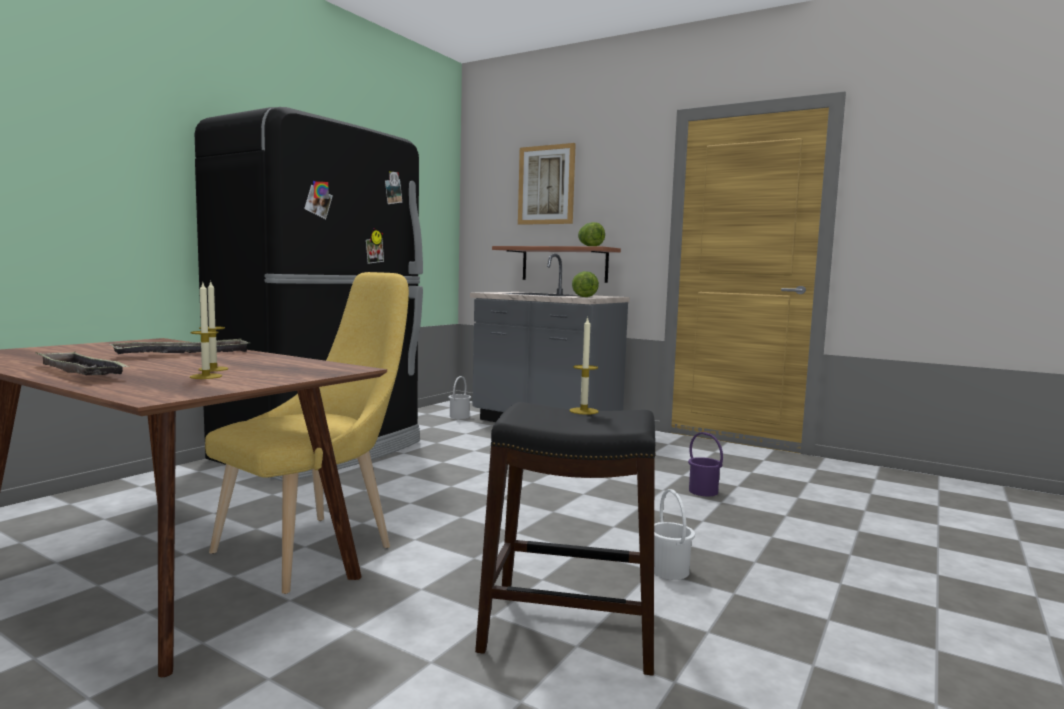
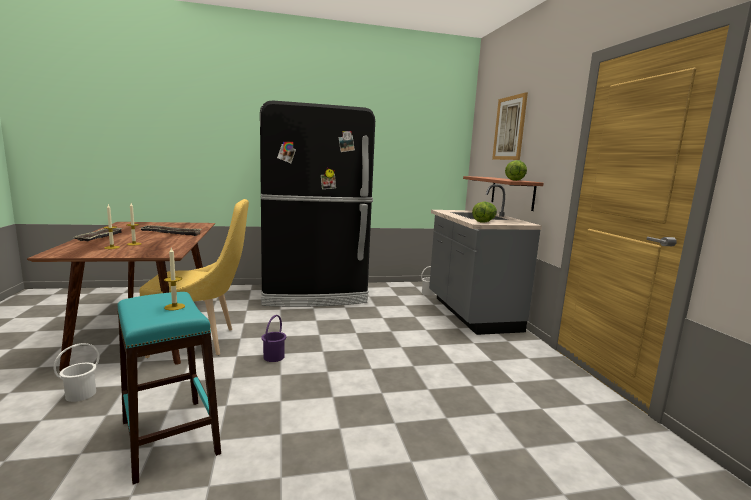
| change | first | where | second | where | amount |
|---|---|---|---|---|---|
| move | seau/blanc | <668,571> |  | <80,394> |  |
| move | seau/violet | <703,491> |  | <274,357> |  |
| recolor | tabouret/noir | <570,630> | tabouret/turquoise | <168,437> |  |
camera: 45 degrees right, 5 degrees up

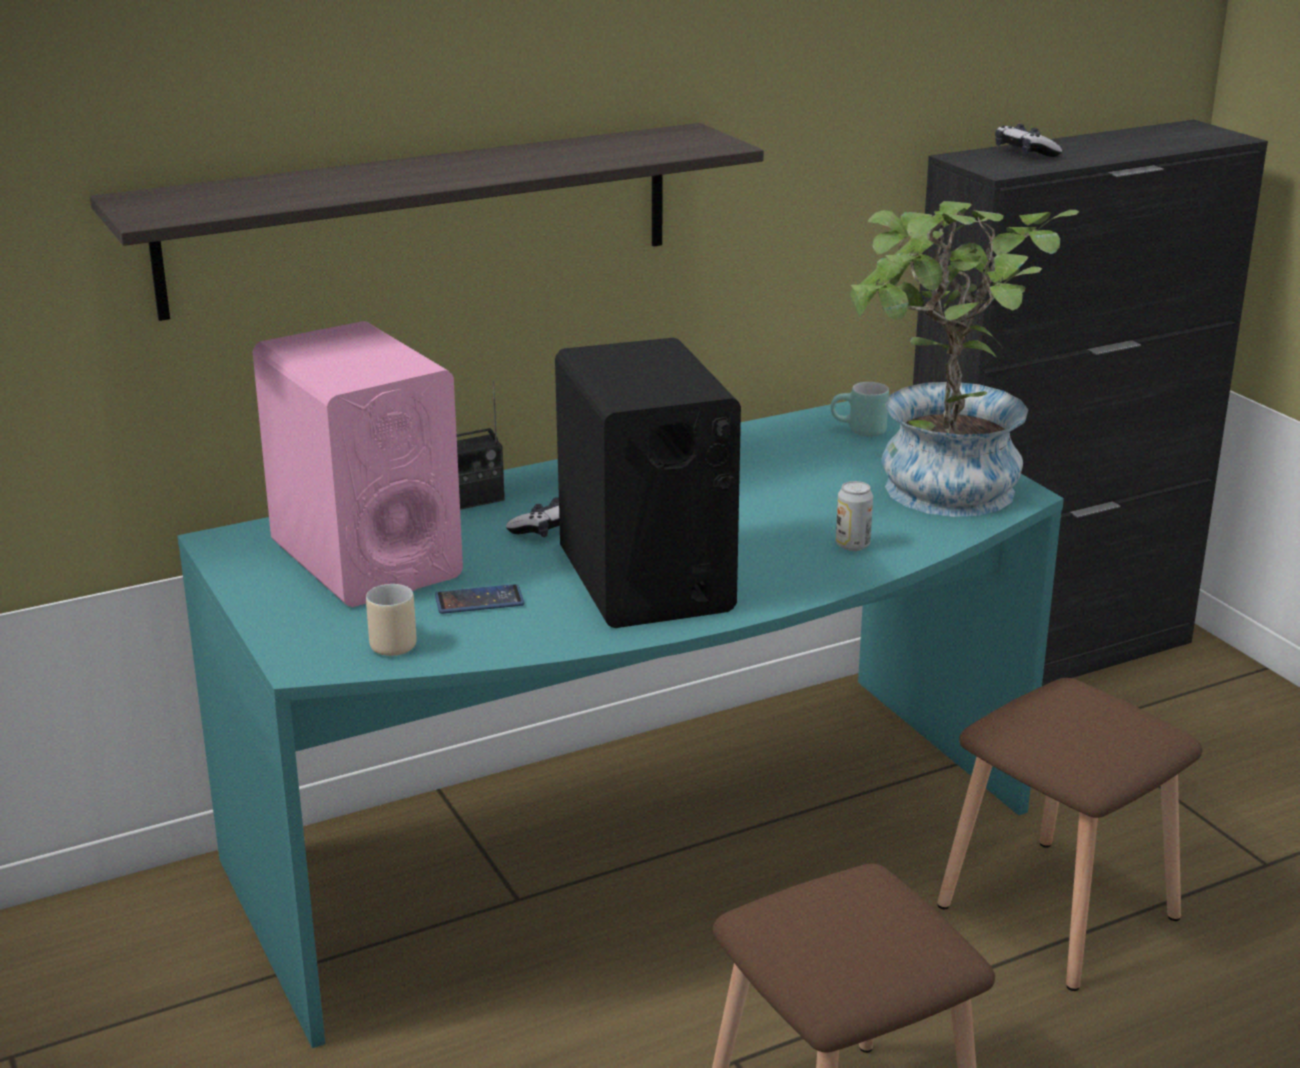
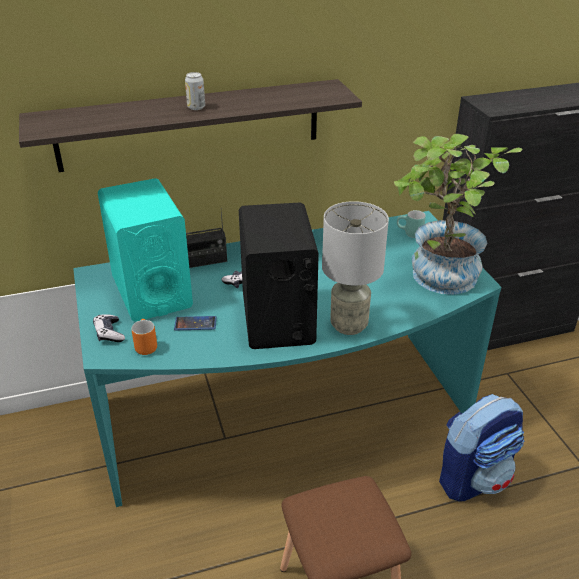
| change | first | where | second | where | amount |
|---|---|---|---|---|---|
| insert |  |  | lampe de table/gris | <348,326> |  |
| move | boîte métallique | <852,545> |  | <196,107> |  |
| move | manette | <1025,153> |  | <109,333> |  |
| replace | tabouret/marron | <1058,909> | sac à dos | <474,478> |  |
| recolor | enceinte/rose | <365,559> | enceinte/turquoise | <151,291> |  |
| recolor | mug/beige | <387,642> | mug/orange | <144,345> |  |
camera: 10 degrees right, 10 degrees up

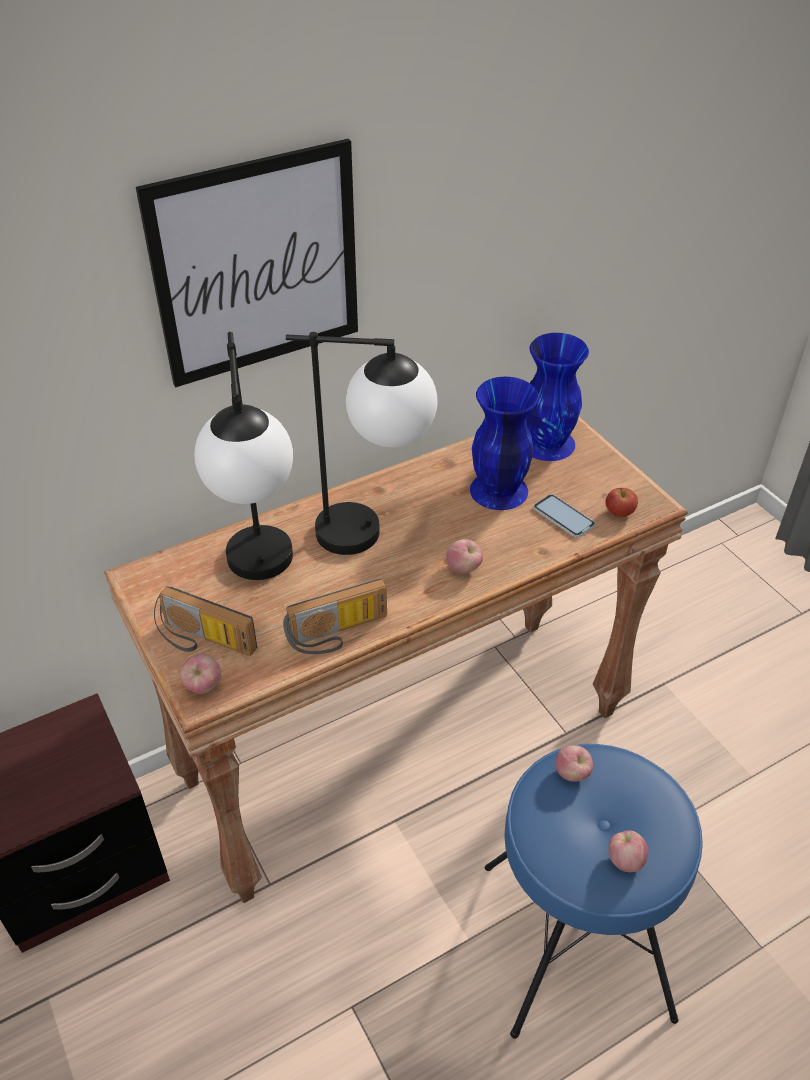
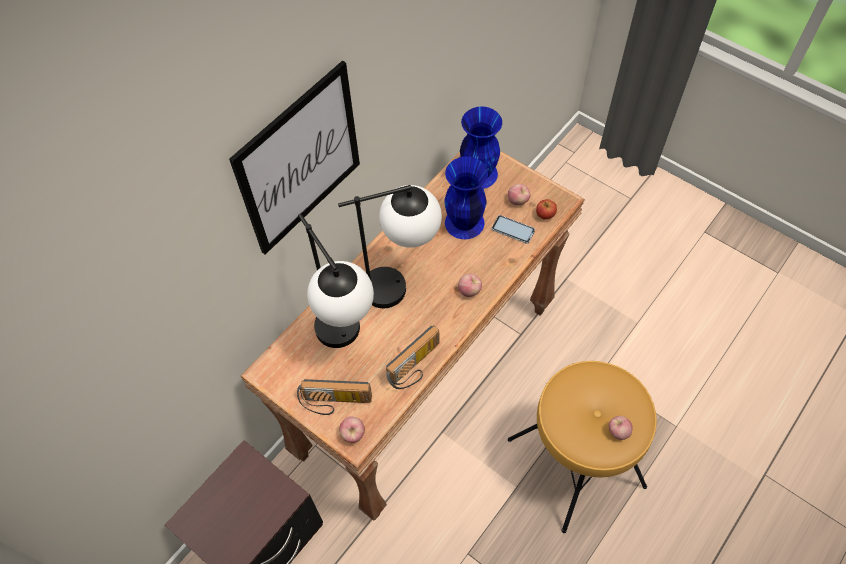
| change | first | where | second | where | amount |
|---|---|---|---|---|---|
| move | pomme | <572,773> |  | <518,201> |  |
| recolor | tabouret/bleu | <574,940> | tabouret/marron | <575,463> |  |
camera: 20 degrees left, 15 degrees up

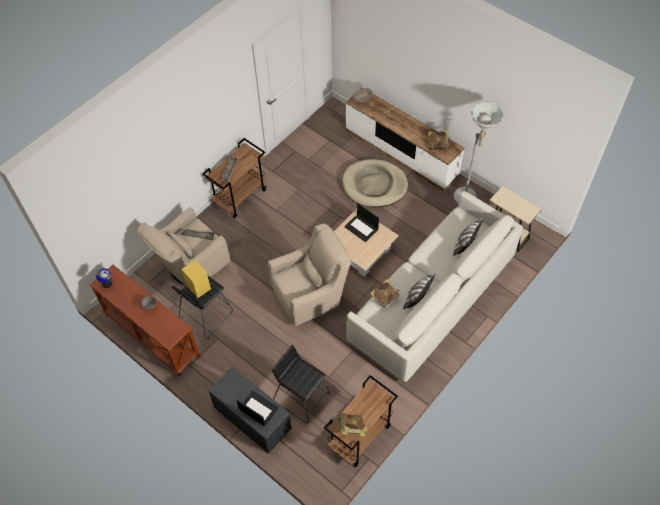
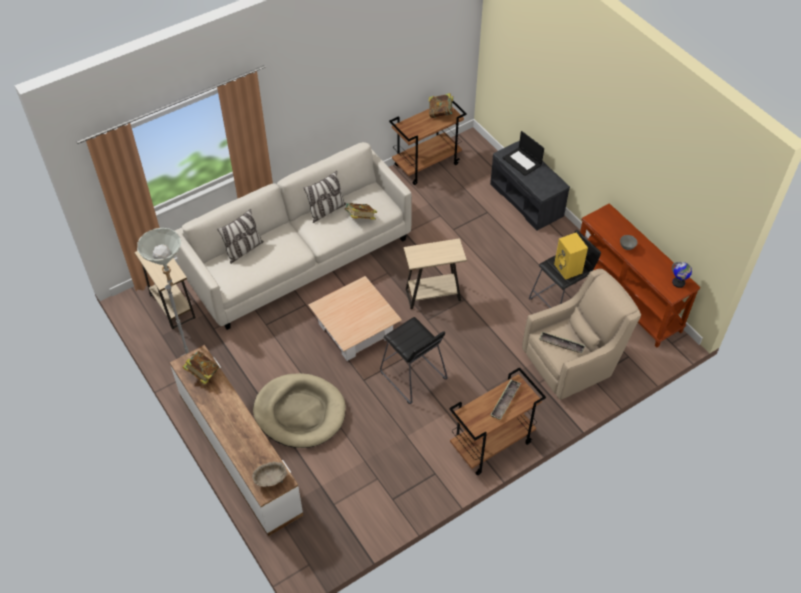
| change | first | where | second | where | amount |
|---|---|---|---|---|---|
| delete | ordinateur portable | <362,228> |  |  |  |
| move | tabouret/noir | <302,397> |  | <413,376> |  |
| replace | fauteuil/beige | <311,295> | table d'appoint/beige | <433,295> |  |
camera: 165 degrees left, 5 degrees down

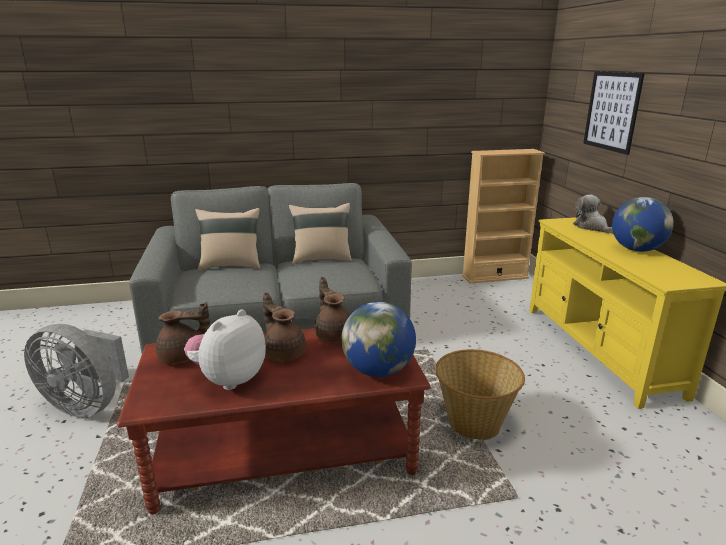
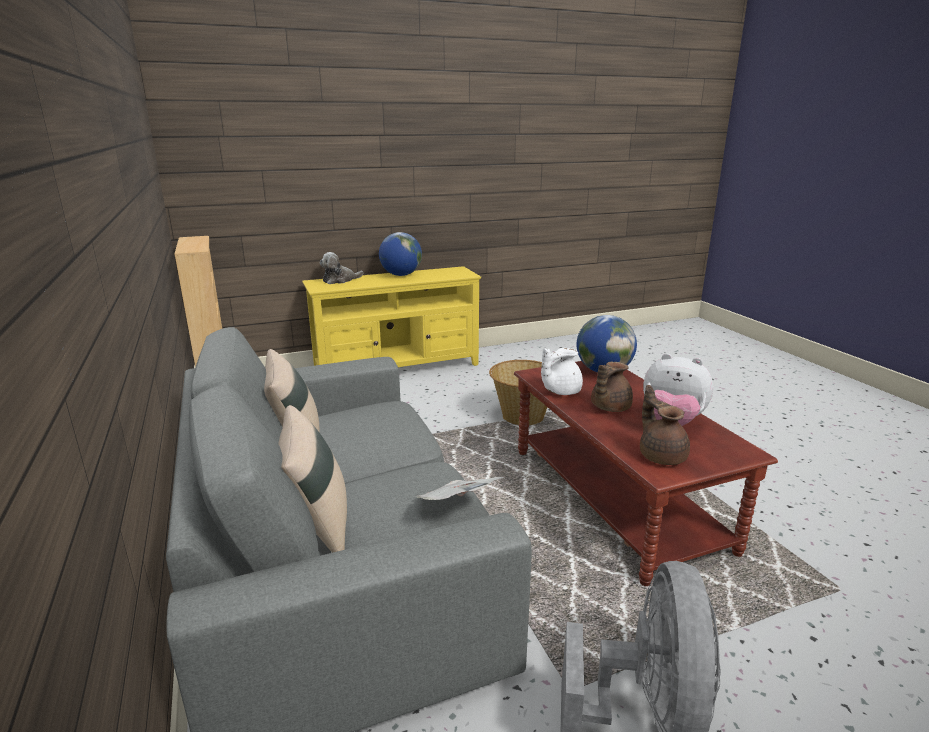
| change | first | where | second | where | amount |
|---|---|---|---|---|---|
| delete | tableau | <612,111> |  |  |  |
| insert |  |  | journal | <459,507> |  |
| recolor | théière/marron | <334,335> | théière/blanc | <560,391> |  |
camera: 100 degrees left, 0 degrees up

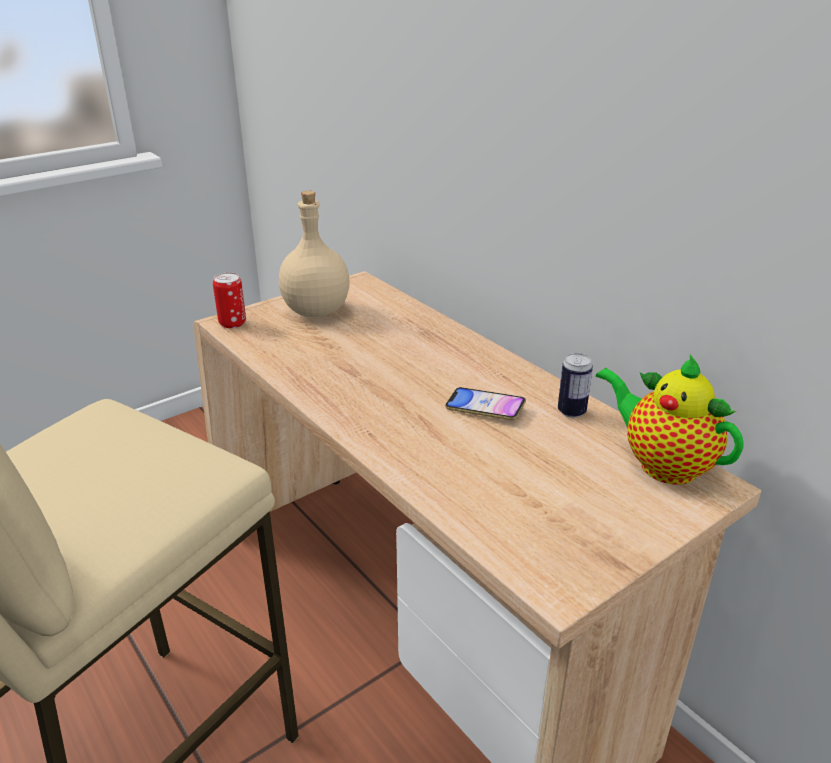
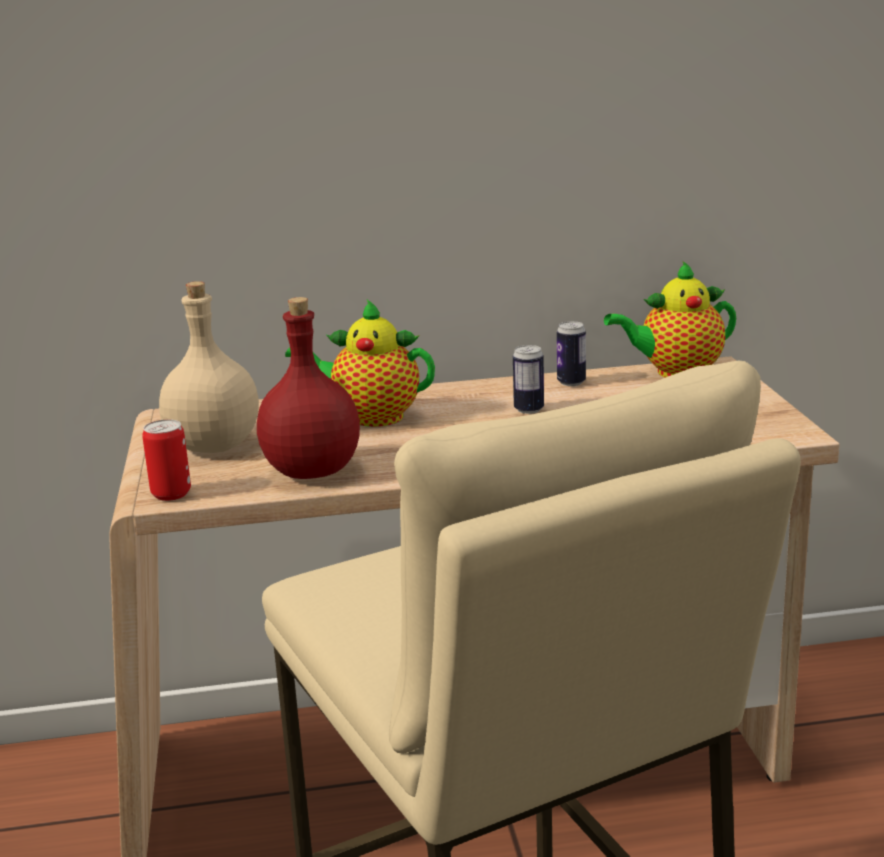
| change | first | where | second | where | amount |
|---|---|---|---|---|---|
| insert |  |  | bouteille/rouge | <314,471> |  |
| insert |  |  | théière | <370,417> |  |
| replace | téléphone | <485,408> | boîte métallique | <529,409> |  |
camera: 60 degrees left, 10 degrees down

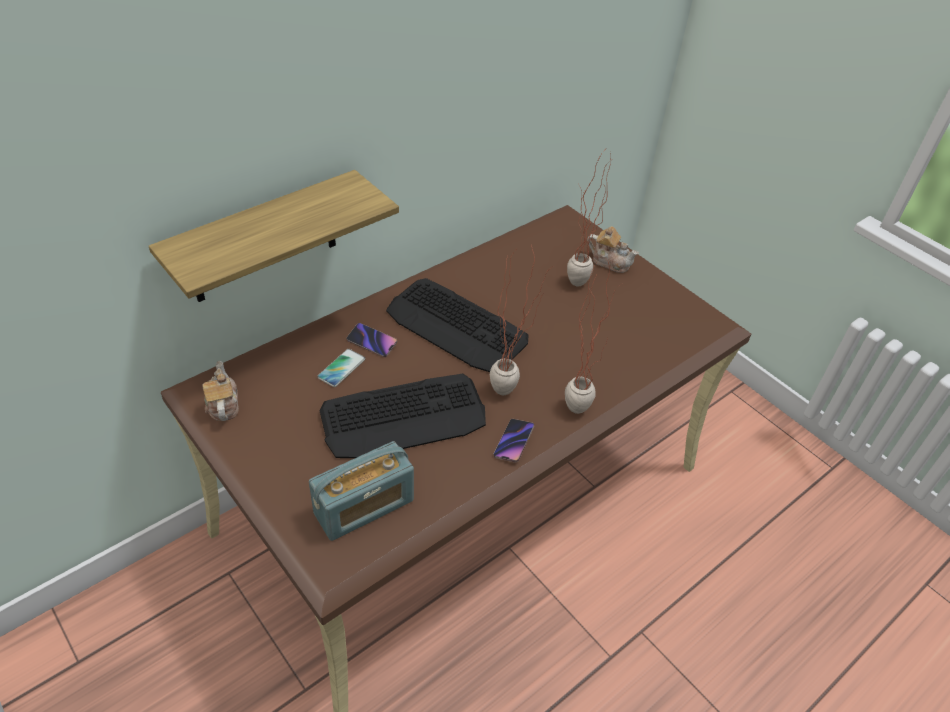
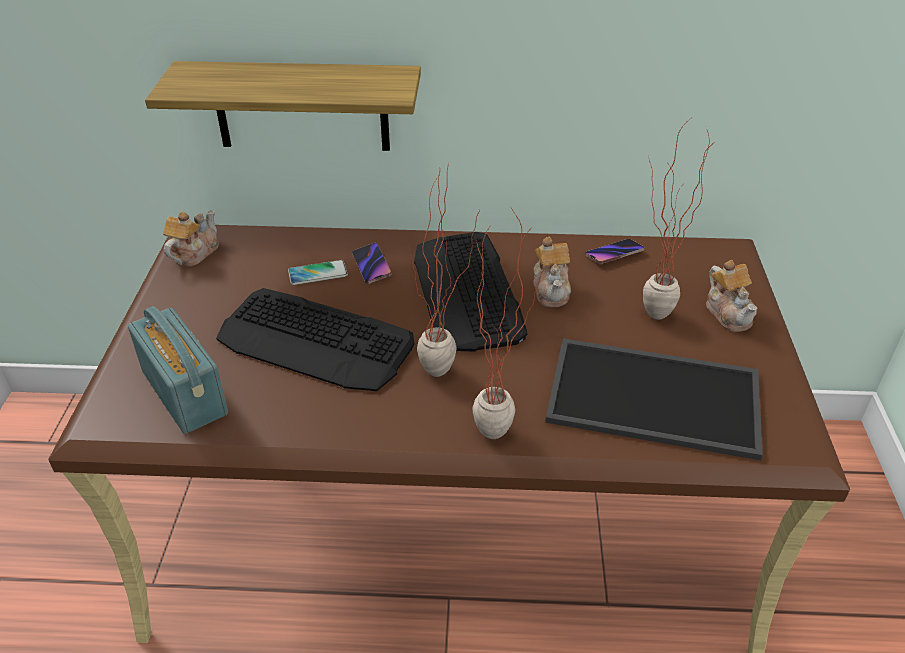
| change | first | where | second | where | amount |
|---|---|---|---|---|---|
| insert |  |  | théière | <551,290> |  |
| insert |  |  | plateau | <656,395> |  |
| move | téléphone | <514,442> |  | <614,254> |  |
| rotate | radio | <364,507> |  | <185,393> | 135 degrees counterclockwise |
camera: 45 degrees right, 5 degrees down

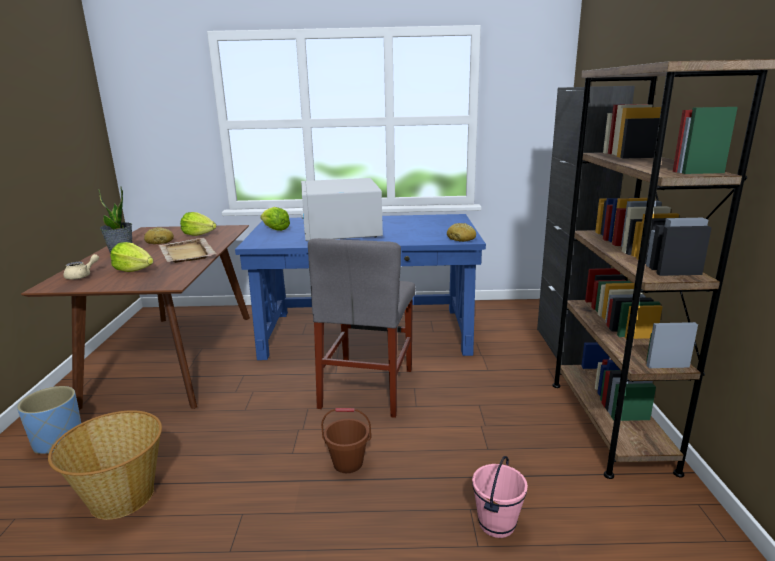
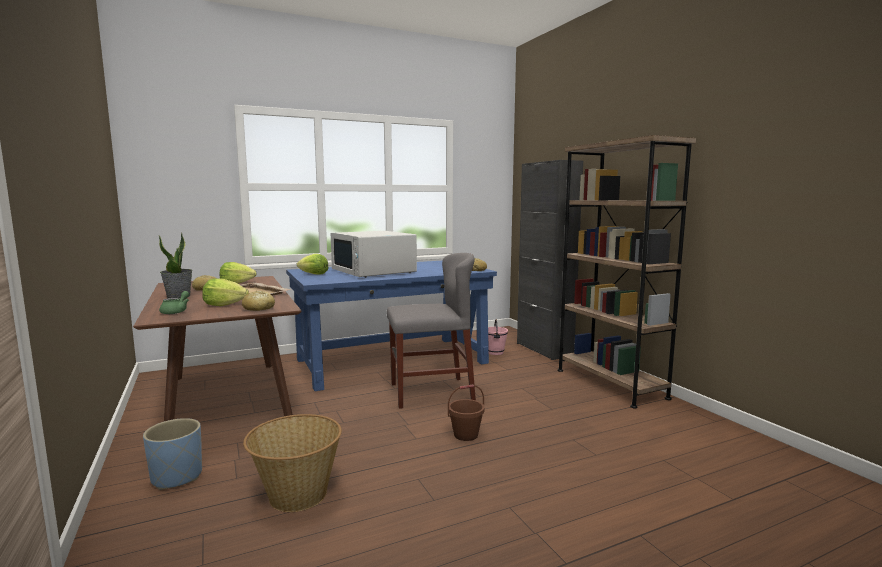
| change | first | where | second | where | amount |
|---|---|---|---|---|---|
| insert |  |  | pain | <258,308> |  |
| move | seau/rose | <497,524> |  | <495,352> |  |
| recolor | théière/beige | <82,276> | théière/vert | <176,311> |  |
| rotate | chaise/gris | <367,388> |  | <431,392> | 90 degrees counterclockwise |
camera: 25 degrees left, 10 degrees down

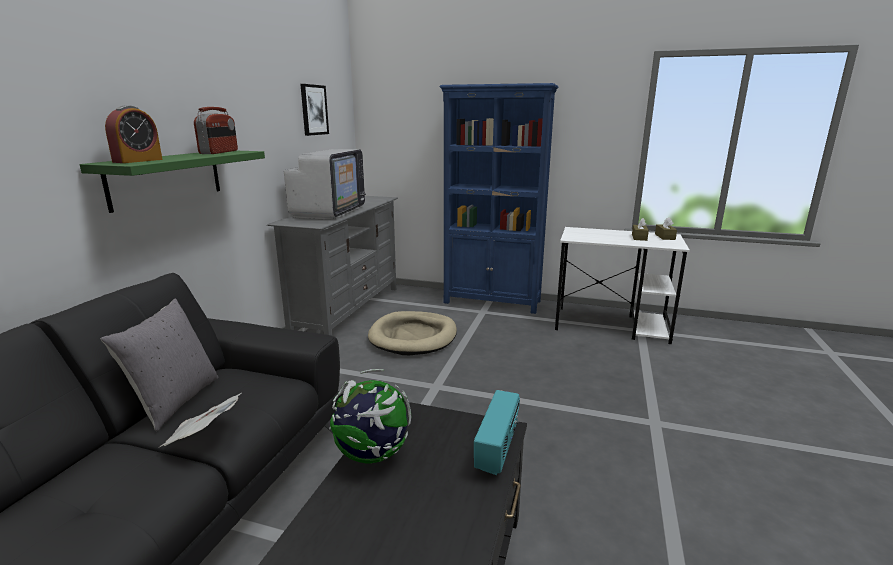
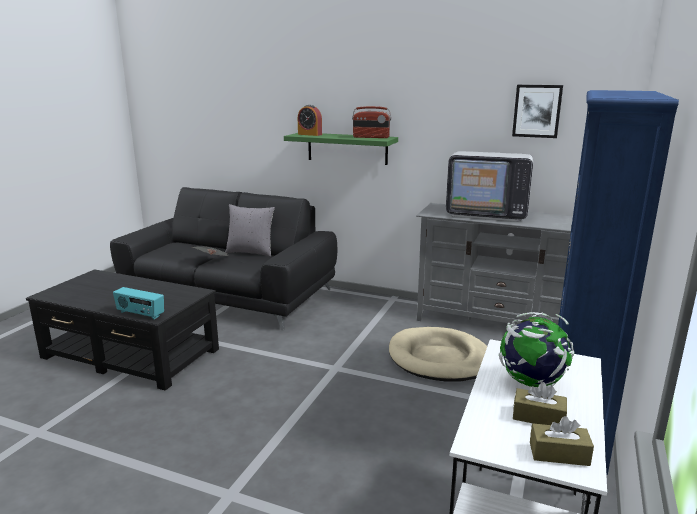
| change | first | where | second | where | amount |
|---|---|---|---|---|---|
| move | globe | <372,455> |  | <531,382> |  |
camera: 95 degrees right, 0 degrees up

